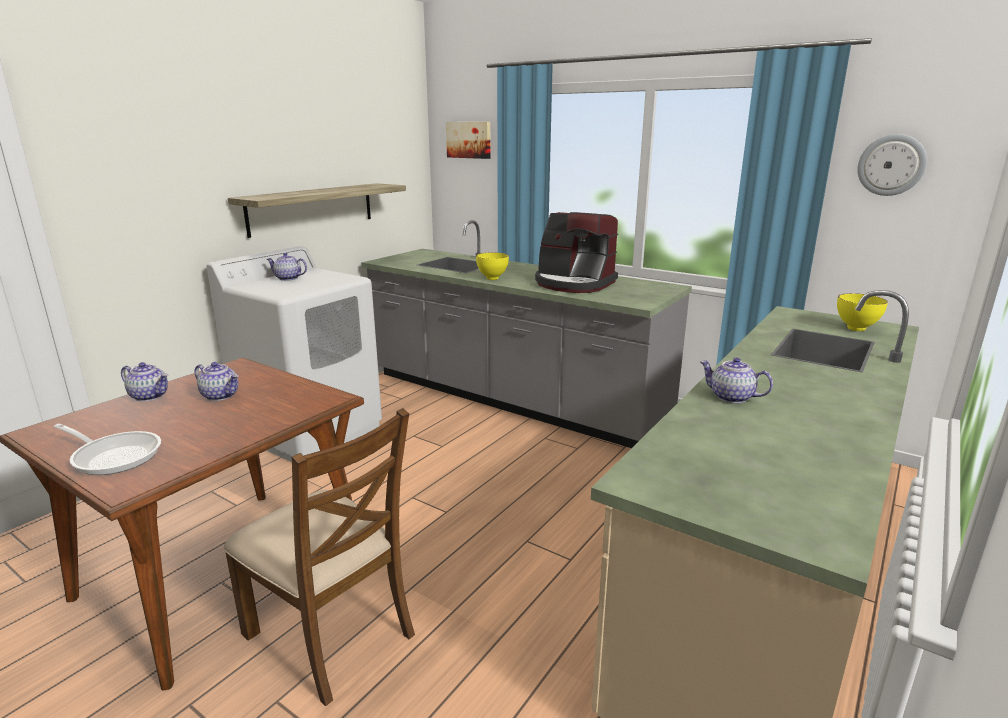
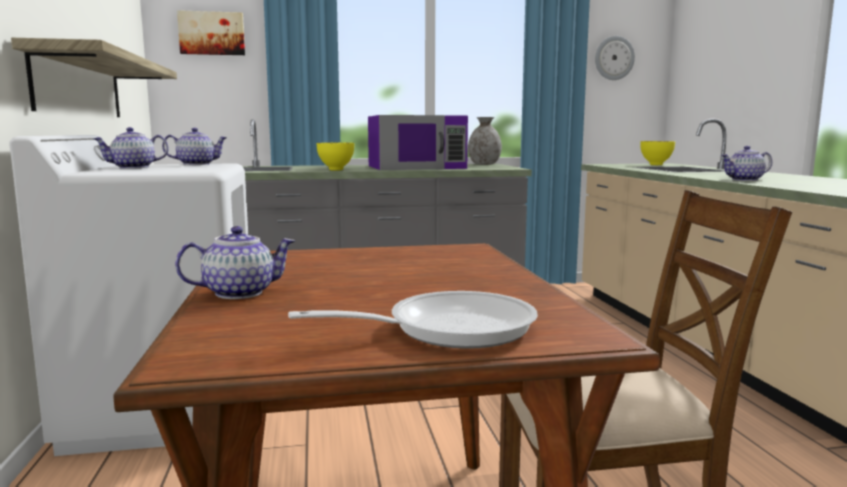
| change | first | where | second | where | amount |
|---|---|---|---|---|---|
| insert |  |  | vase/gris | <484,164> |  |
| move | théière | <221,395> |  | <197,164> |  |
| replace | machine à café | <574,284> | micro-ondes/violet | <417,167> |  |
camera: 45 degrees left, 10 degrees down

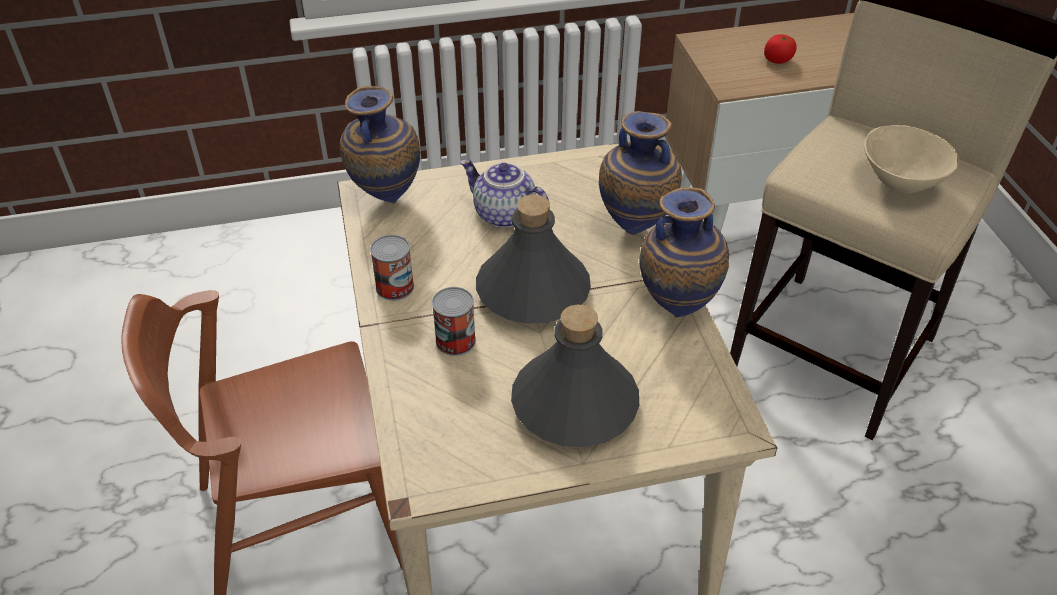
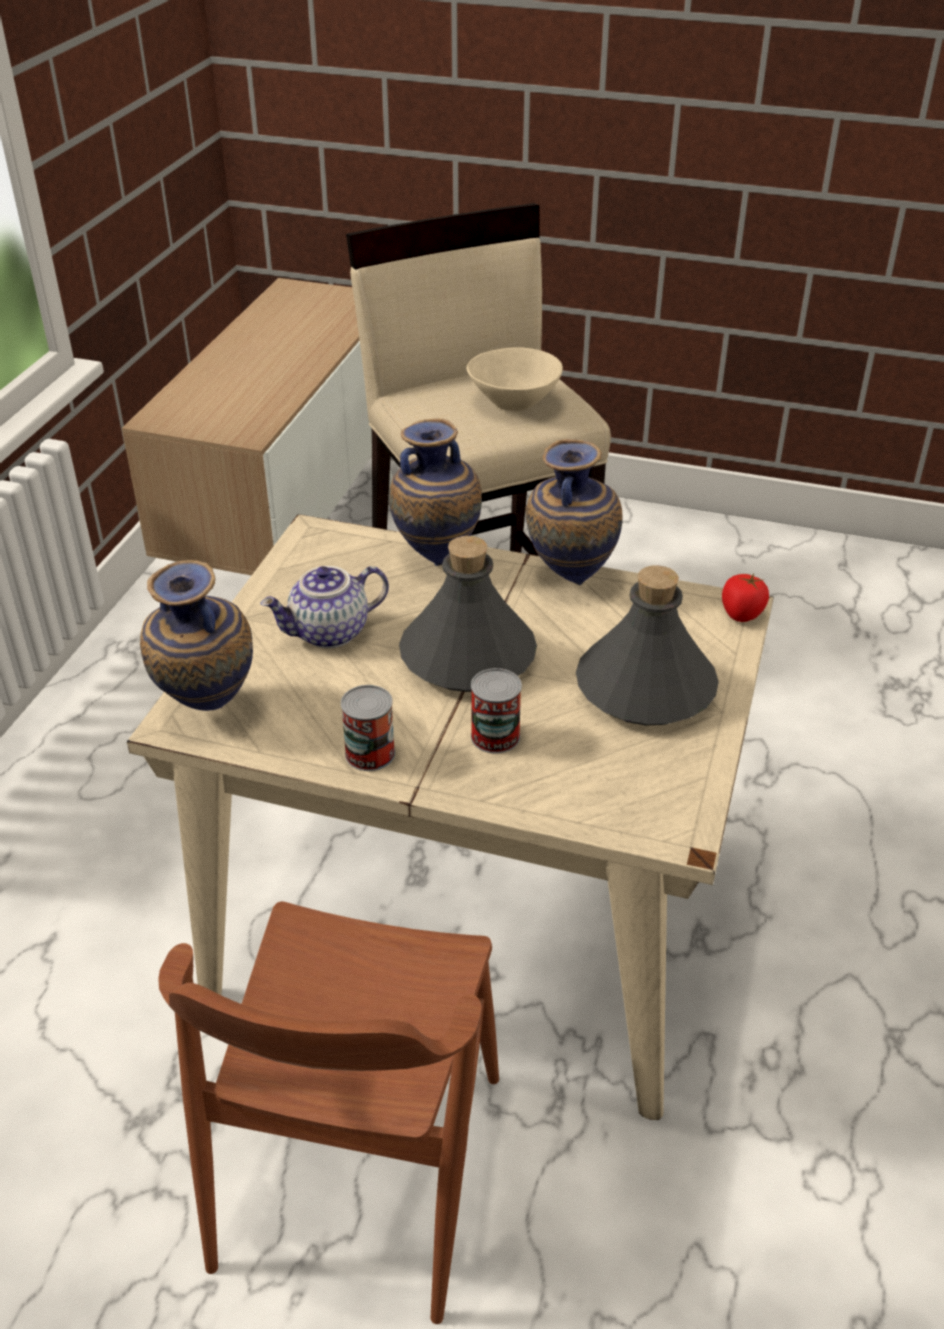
| change | first | where | second | where | amount |
|---|---|---|---|---|---|
| move | tomate | <778,60> |  | <741,613> |  |
camera: 60 degrees left, 5 degrees down

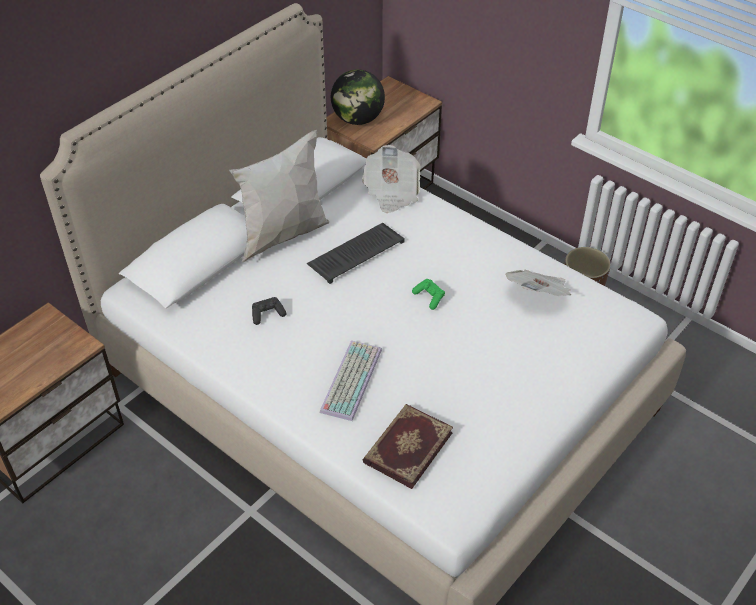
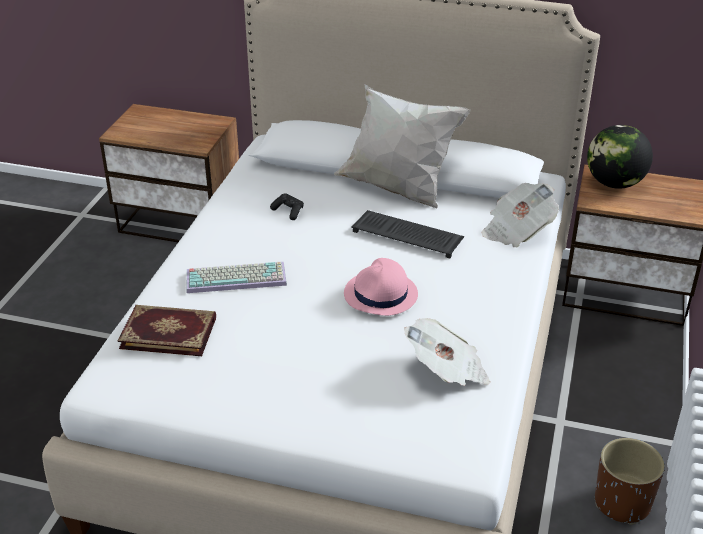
| change | first | where | second | where | amount |
|---|---|---|---|---|---|
| replace | manette/vert | <429,297> | chapeau/rose | <381,295> |  |
camera: 65 degrees right, 10 degrees down

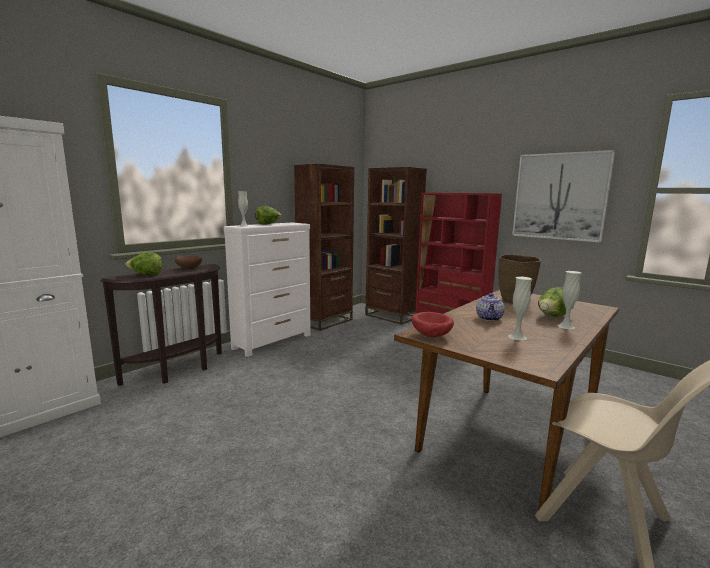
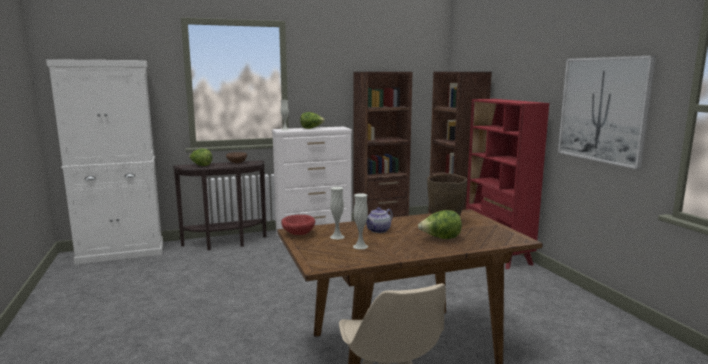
| change | first | where | second | where | amount |
|---|---|---|---|---|---|
| move | vase/blanc | <566,326> |  | <337,237> |  |
camera: 30 degrees right, 0 degrees up

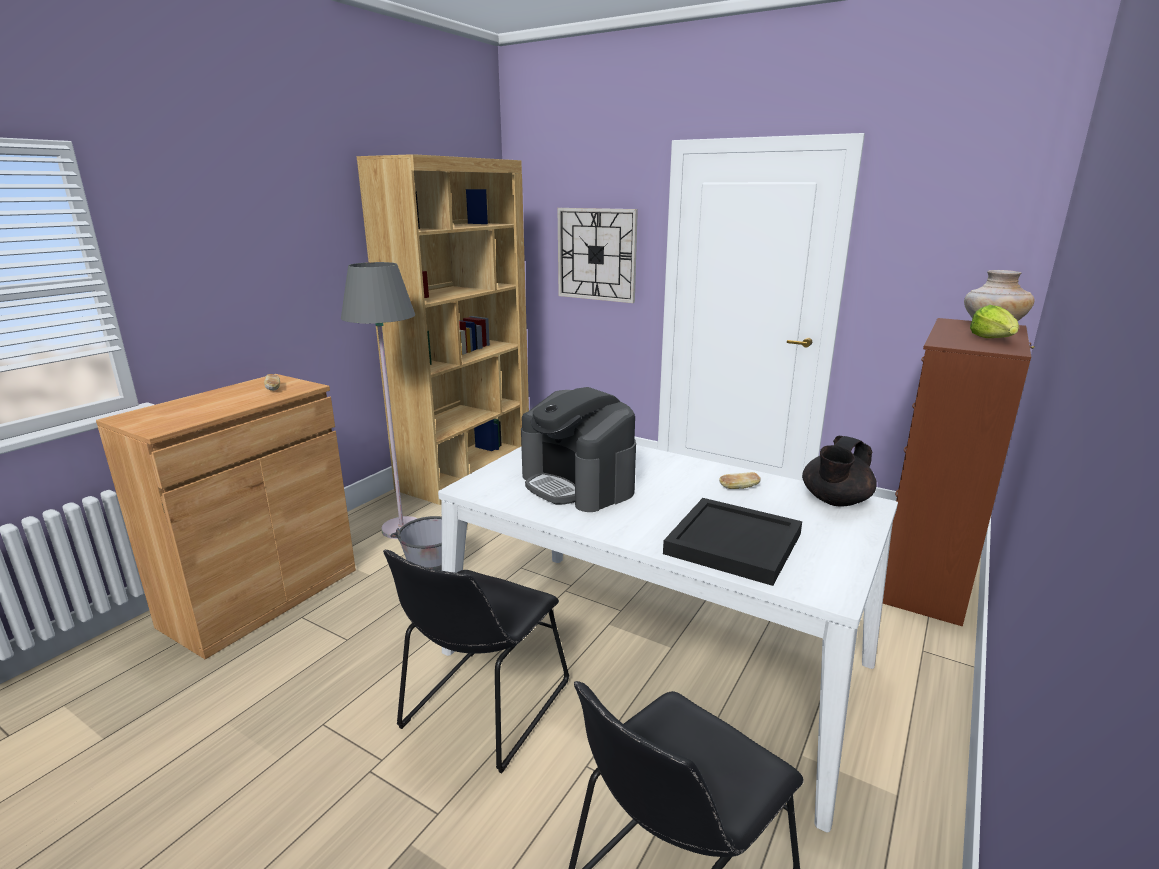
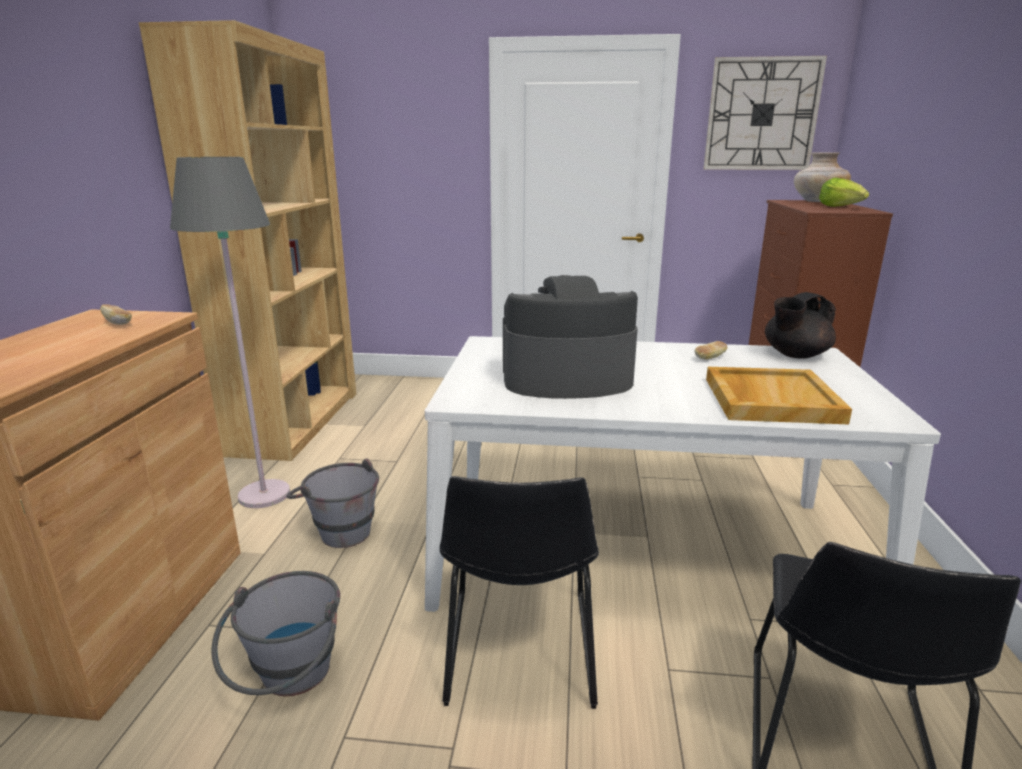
| change | first | where | second | where | amount |
|---|---|---|---|---|---|
| insert |  |  | seau/gris | <290,682> |  |
| move | horloge murale | <596,254> |  | <762,114> |  |
| recolor | plateau/noir | <732,543> | plateau/beige | <769,399> |  |
| rotate | machine à café | <578,484> |  | <565,379> | 150 degrees clockwise |
| rotate | théière/noir | <835,501> |  | <795,355> | 45 degrees clockwise |
camera: 25 degrees left, 0 degrees up

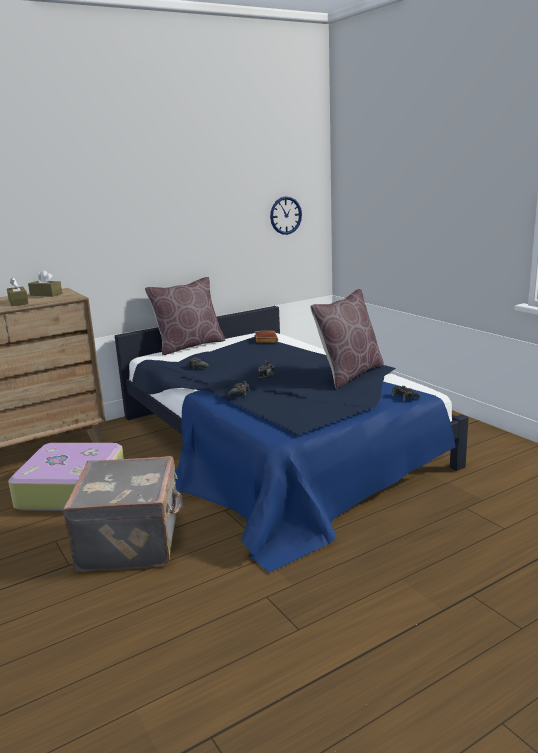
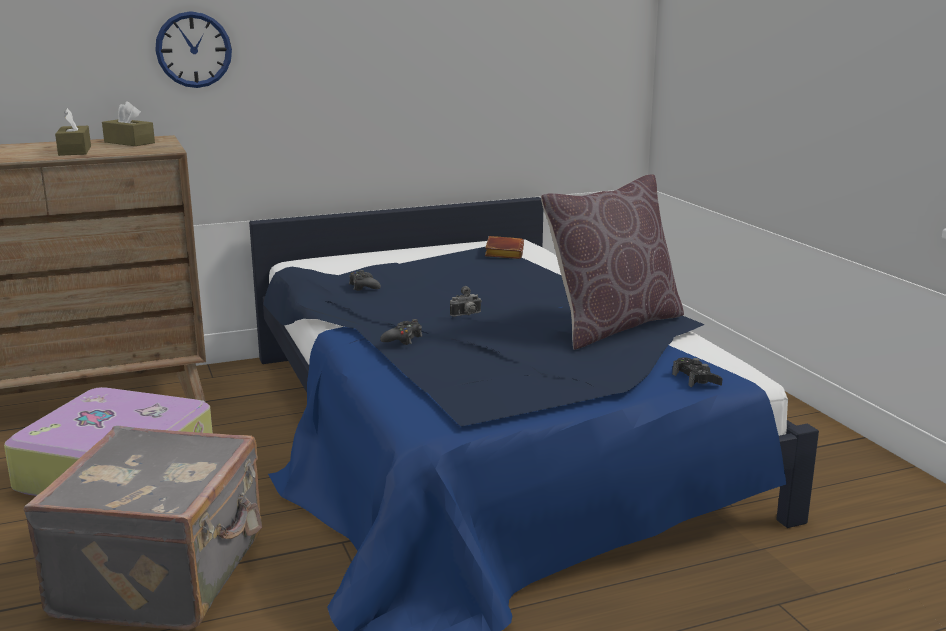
| change | first | where | second | where | amount |
|---|---|---|---|---|---|
| delete | coussin/marron | <189,346> |  |  |  |
| move | horloge murale | <285,215> |  | <193,50> |  |
camera: 10 degrees right, 0 degrees up

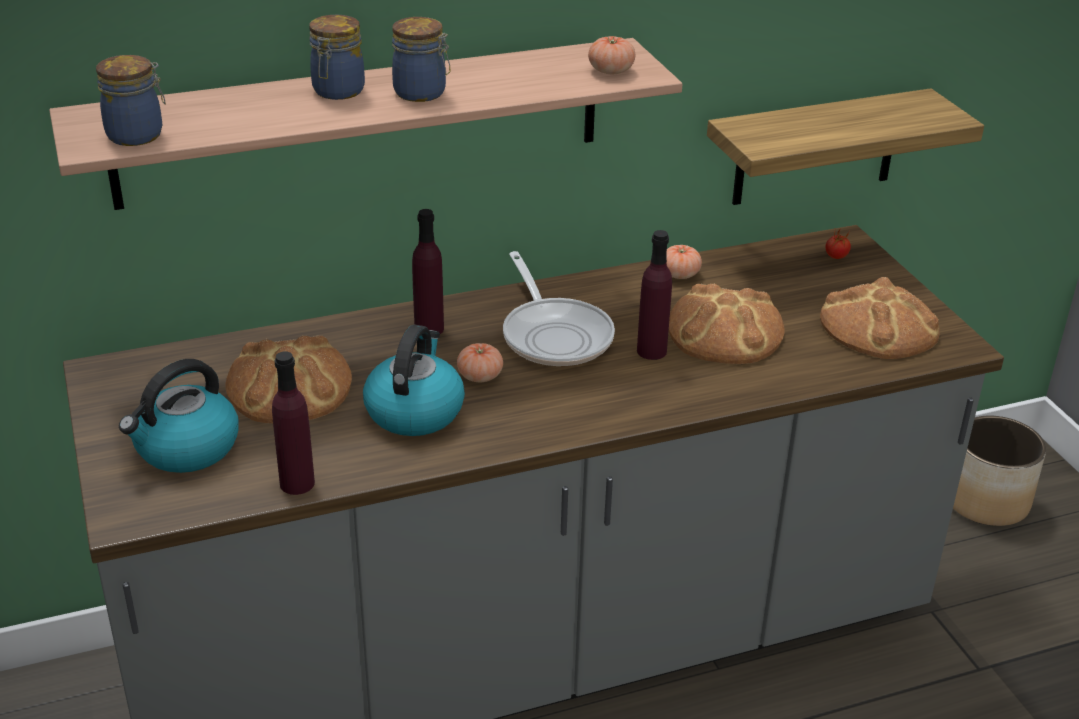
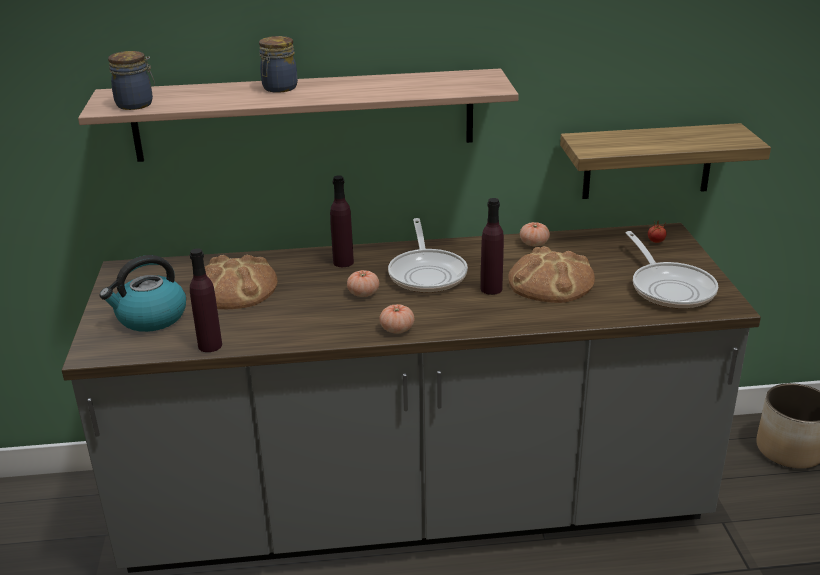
| change | first | where | second | where | amount |
|---|---|---|---|---|---|
| delete | bouilloire | <414,411> |  |  |  |
| delete | bocal | <422,93> |  |  |  |
| move | tomate | <611,71> |  | <397,329> |  |
| replace | pain | <879,326> | poêle | <669,288> |  |
camera: 15 degrees right, 5 degrees down

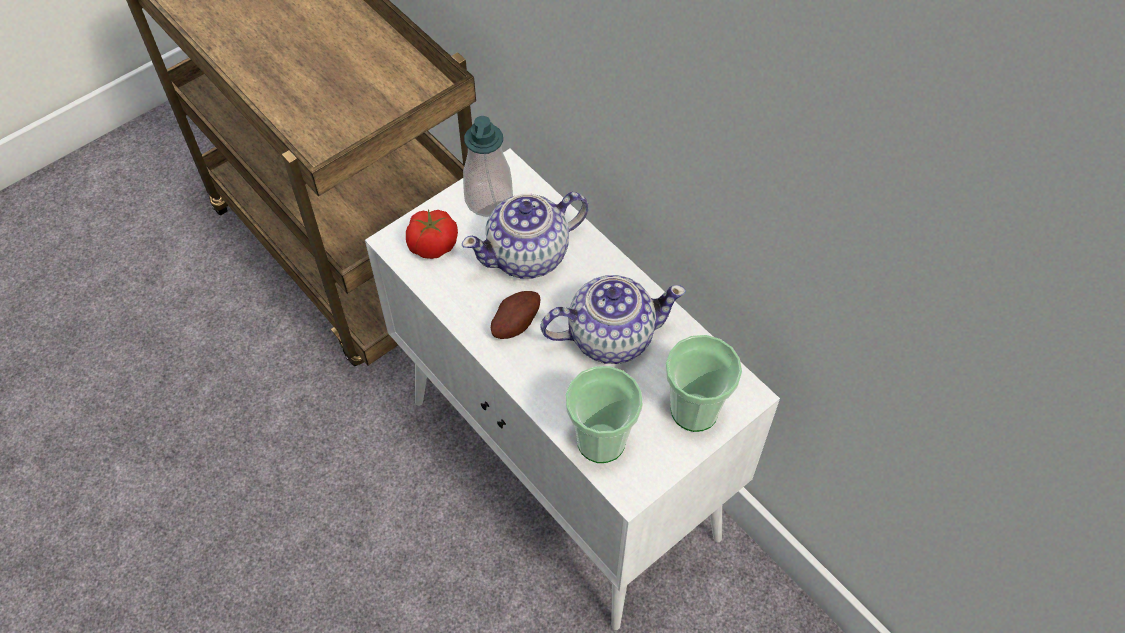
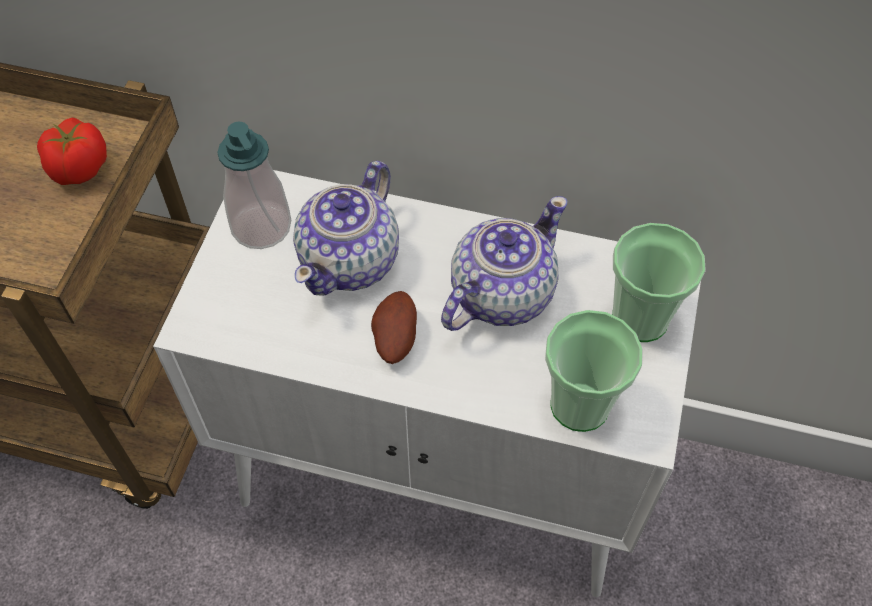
| change | first | where | second | where | amount |
|---|---|---|---|---|---|
| move | tomate | <433,246> |  | <79,169> |  |
camera: 35 degrees left, 0 degrees up

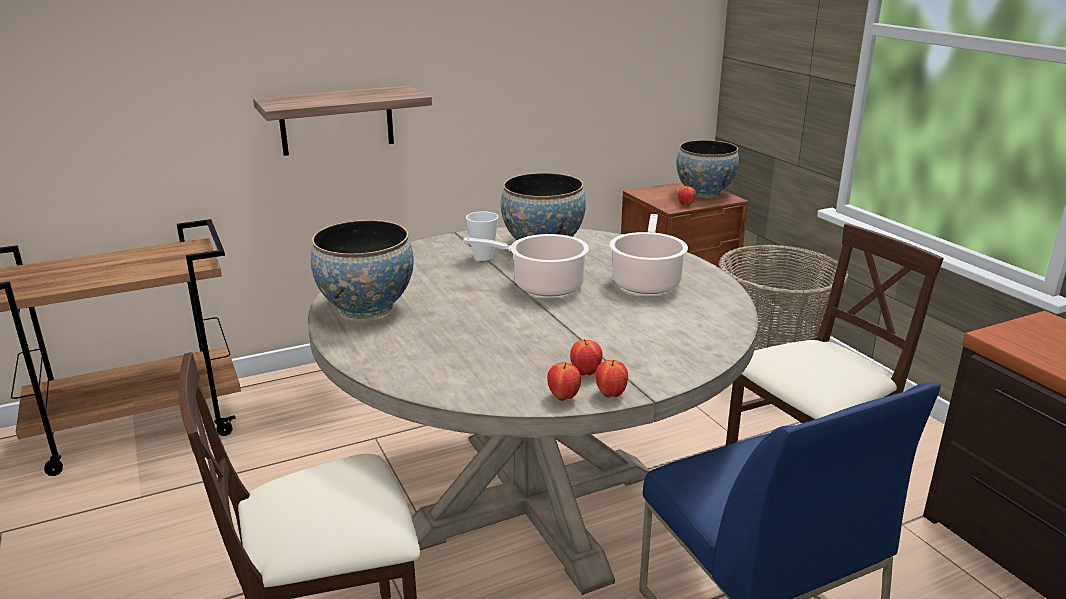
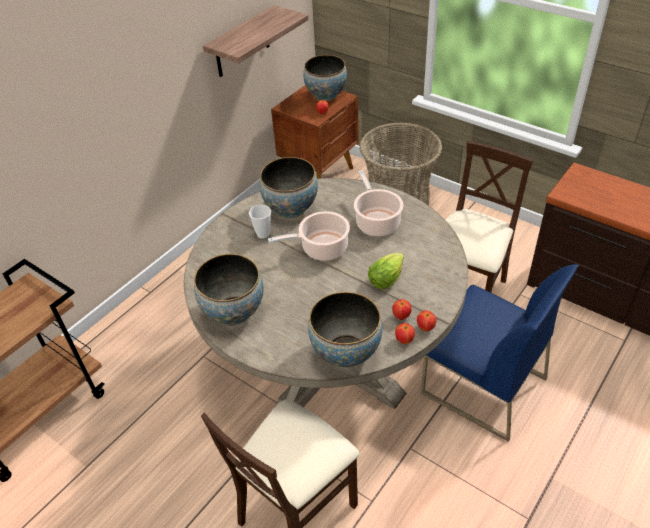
| change | first | where | second | where | amount |
|---|---|---|---|---|---|
| insert |  |  | bol | <346,352> |  |
| insert |  |  | laitue | <387,278> |  |
| move | étagère | <337,120> |  | <242,43> |  |
camera: 25 degrees left, 20 degrees up

